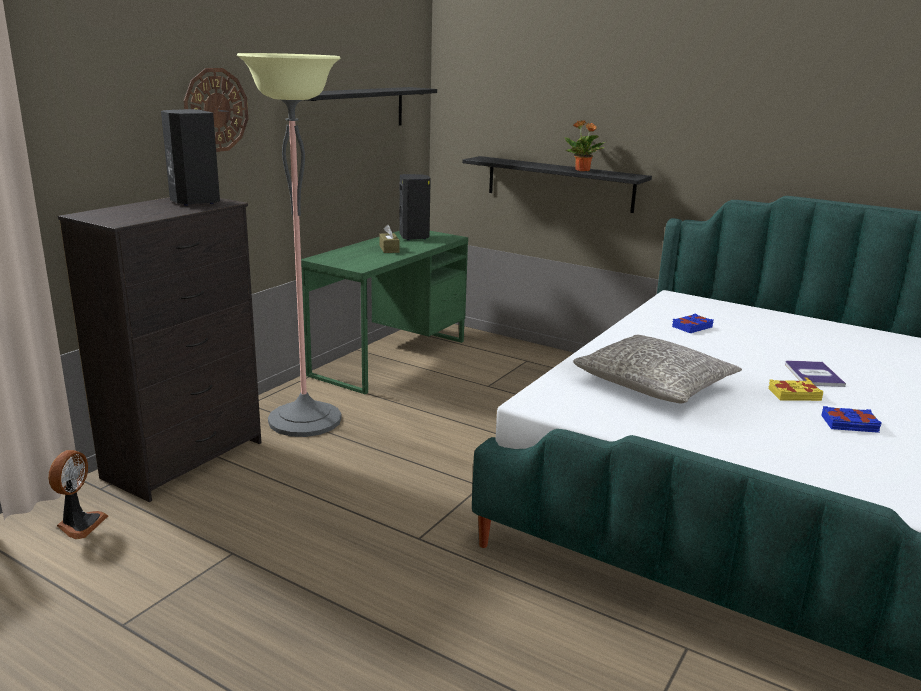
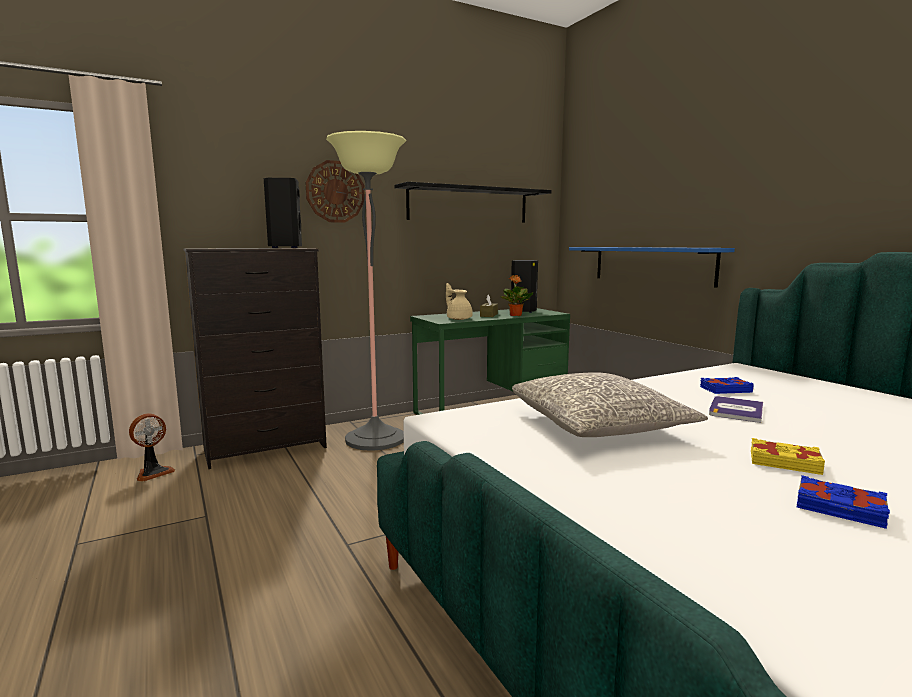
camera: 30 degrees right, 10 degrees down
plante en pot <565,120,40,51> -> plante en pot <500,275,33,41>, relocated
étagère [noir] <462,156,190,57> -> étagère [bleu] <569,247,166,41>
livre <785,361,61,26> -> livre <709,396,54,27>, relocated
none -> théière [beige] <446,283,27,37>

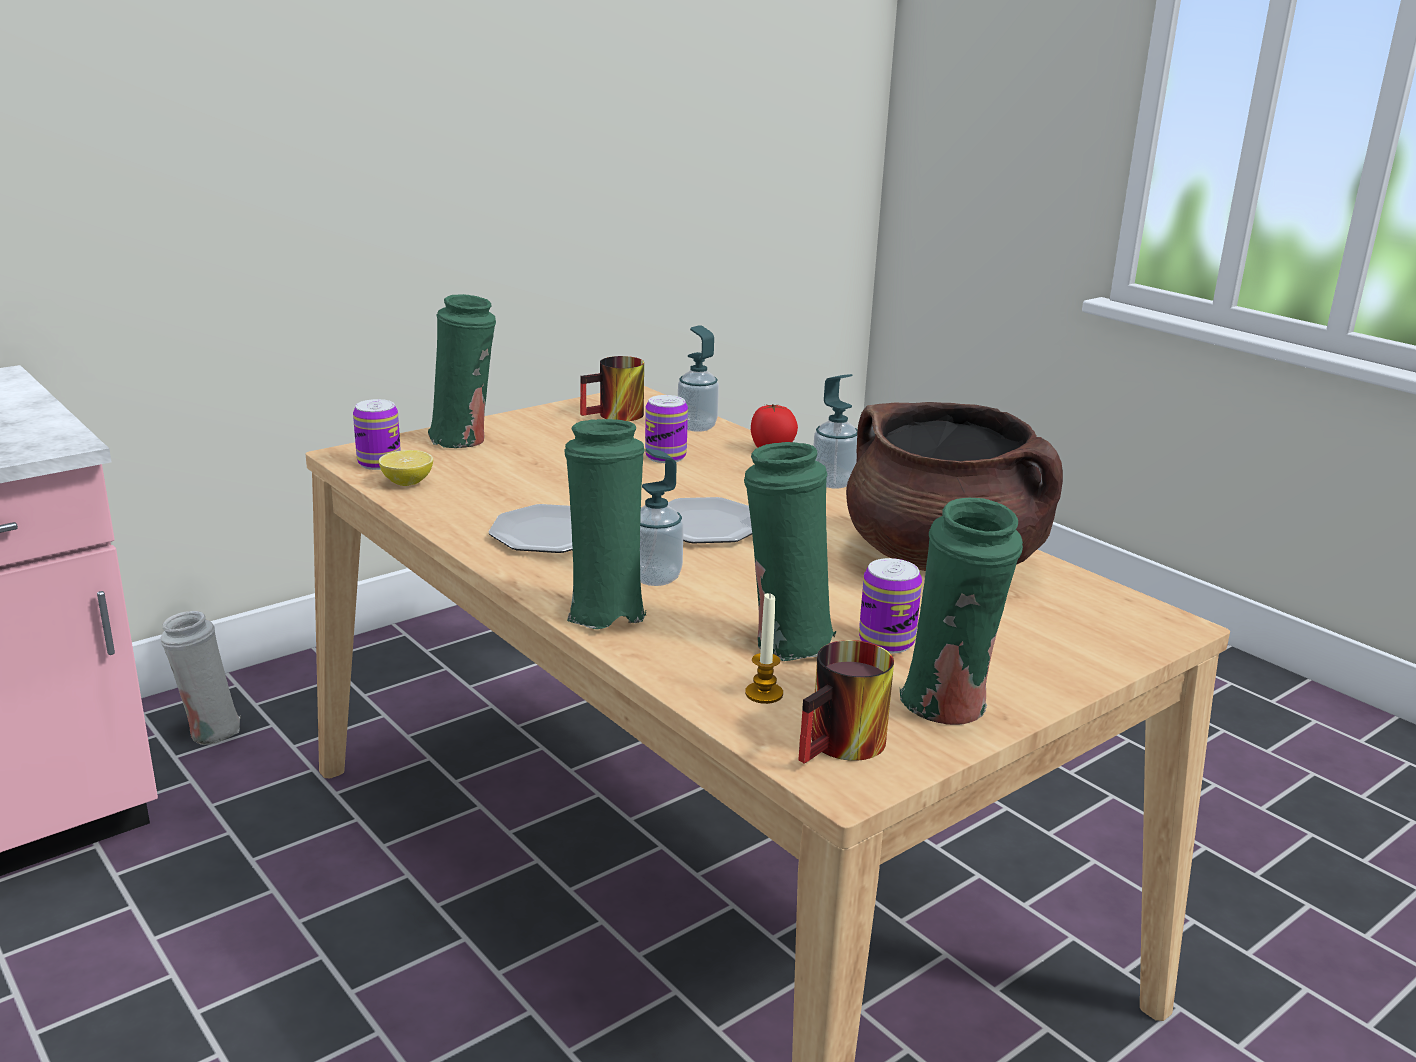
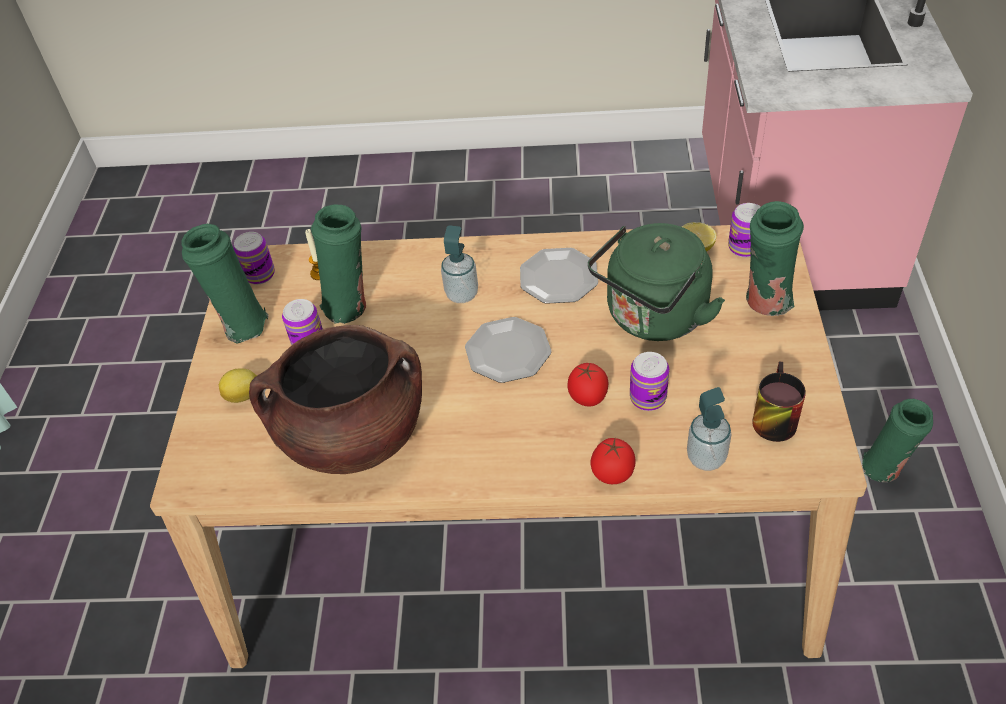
camera: 135 degrees right, 25 degrees up
distributeur de savon <813,374,44,114> -> none
vase [vert] <564,419,82,210> -> vase [vert] <862,399,71,83>, relocated
vase [blanc] <161,611,80,134> -> none
mug <798,640,96,123> -> boîte métallique <233,232,42,52>
none -> bouilloire [vert] <588,223,137,118>
none -> tomate <567,363,41,44>
none -> citron <219,368,38,35>

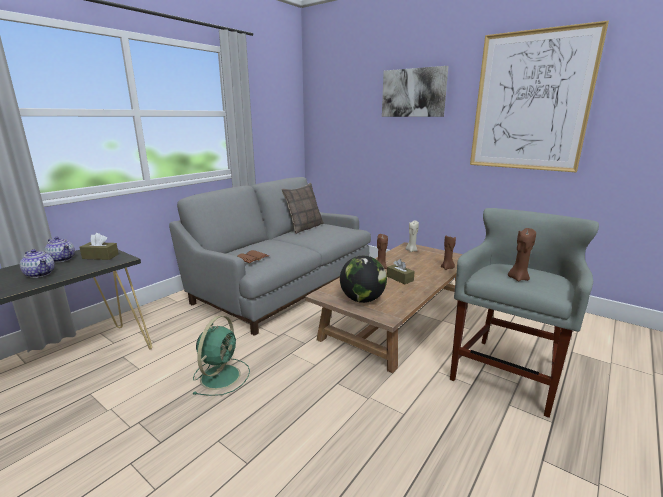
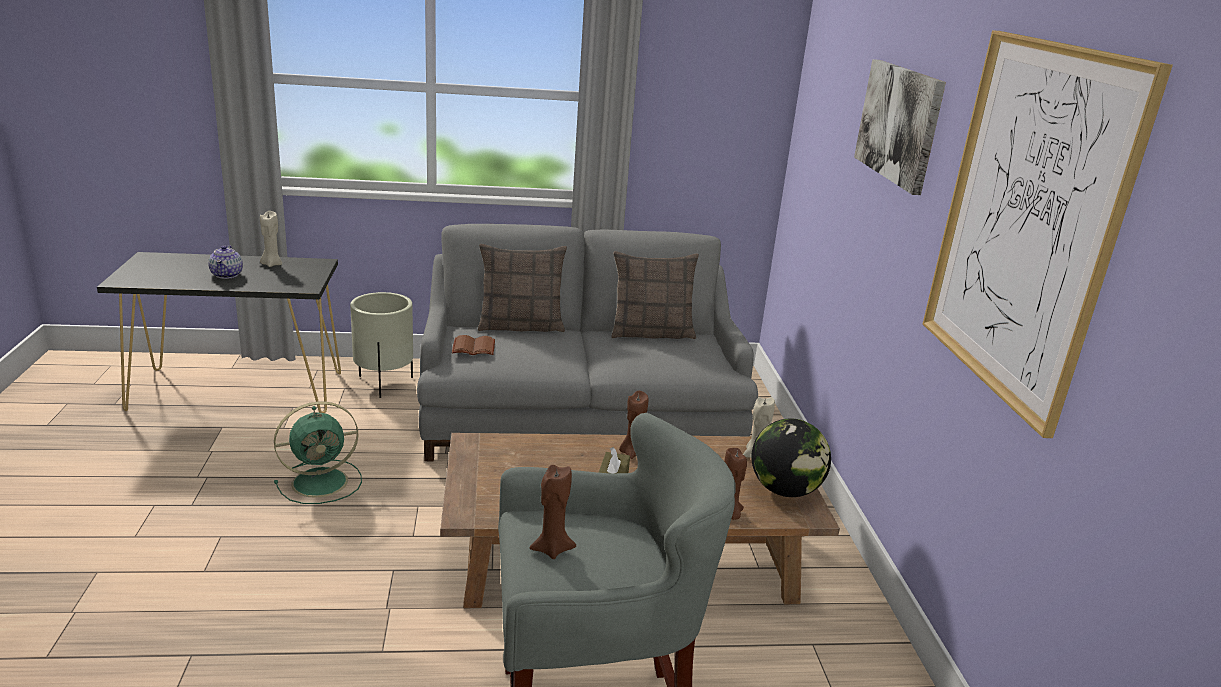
camera: 45 degrees right, 5 degrees up
boîte à mouchoirs [marron] <79,233,40,27> -> none
théière <44,237,31,25> -> bougie [beige] <260,211,22,56>
globe <340,256,47,47> -> globe <751,418,80,79>, relocated
none -> coussin <478,244,89,88>
none -> cache-pot [beige] <350,292,63,106>

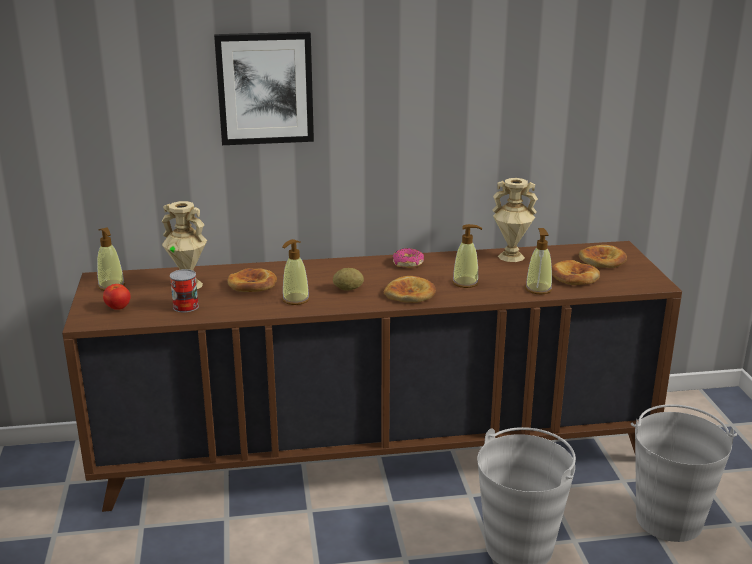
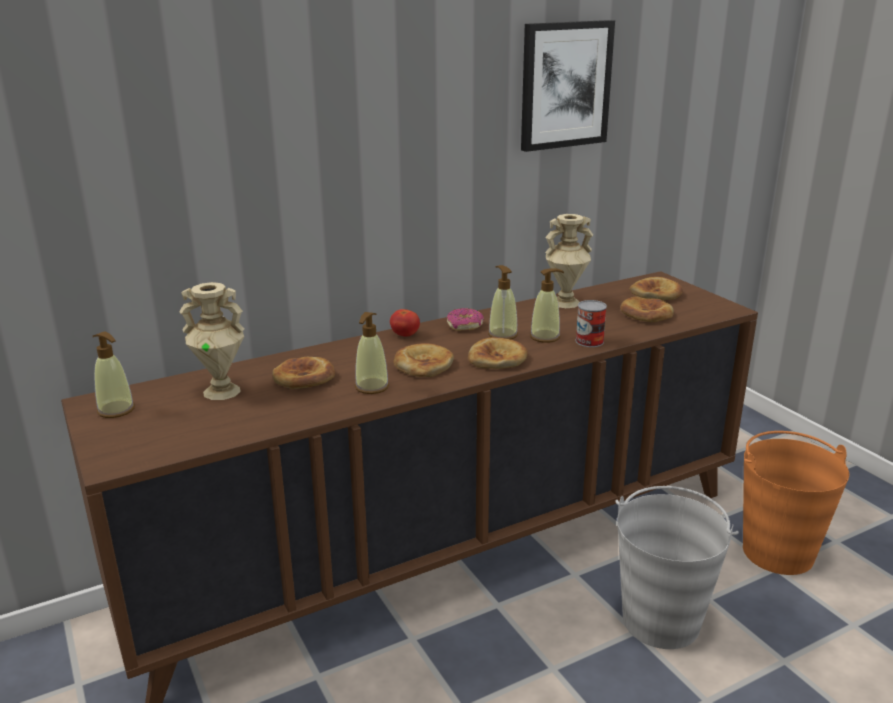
camera: 20 degrees left, 0 degrees up
tableau <214,32,100,113> -> tableau <521,20,94,132>, relocated
distributeur de savon <525,228,27,67> -> distributeur de savon <488,265,30,74>, relocated
pomme de terre <333,268,31,23> -> pain <393,343,61,34>
boîte métallique <170,269,29,43> -> boîte métallique <576,300,31,47>, relocated
tomate <103,284,27,26> -> tomate <390,309,30,28>, relocated
seau [gris] <631,404,106,138> -> seau [orange] <743,431,106,144>

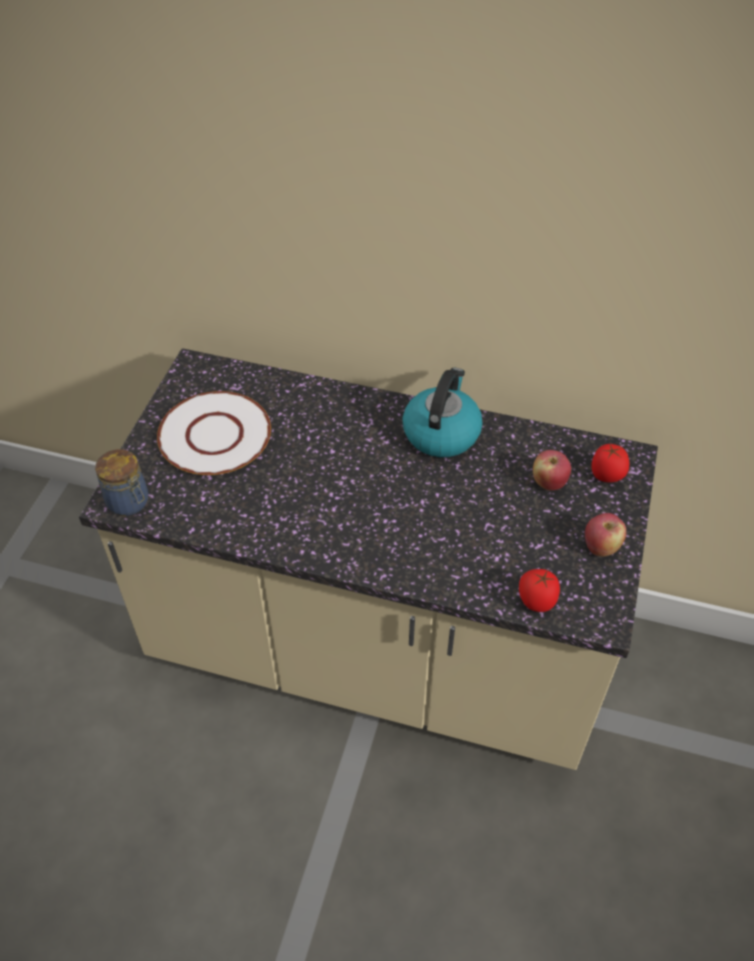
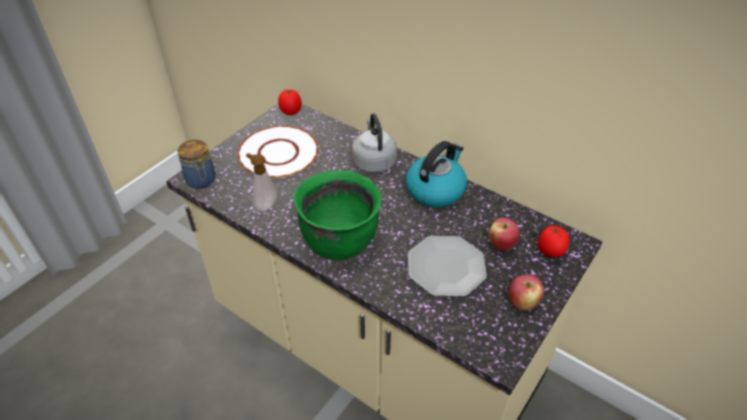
camera: 20 degrees right, 5 degrees down
tomate <519,569,41,43> -> tomate <278,90,24,25>, relocated
none -> bouilloire [gris] <352,113,45,60>
none -> distributeur de savon <246,153,31,58>
none -> marmite [vert] <293,171,88,89>
none -> assiette <408,236,79,61>

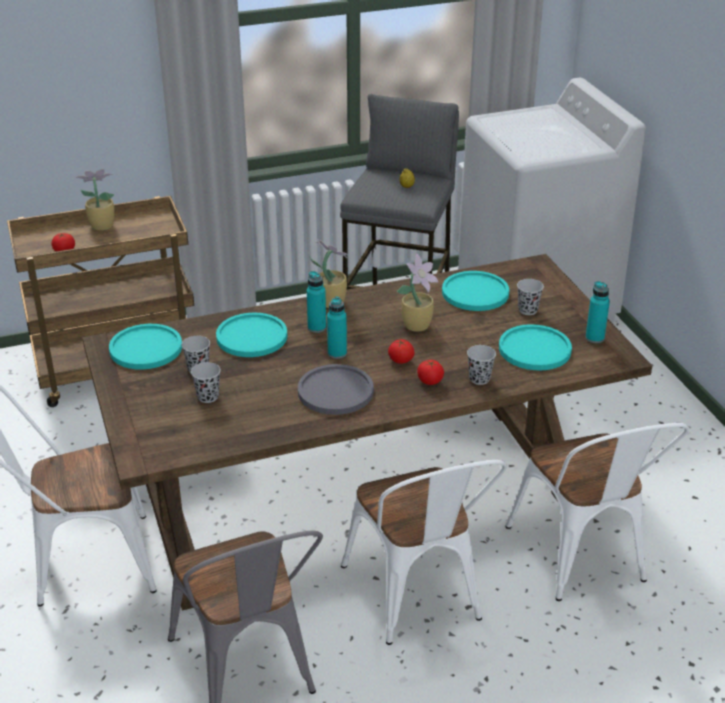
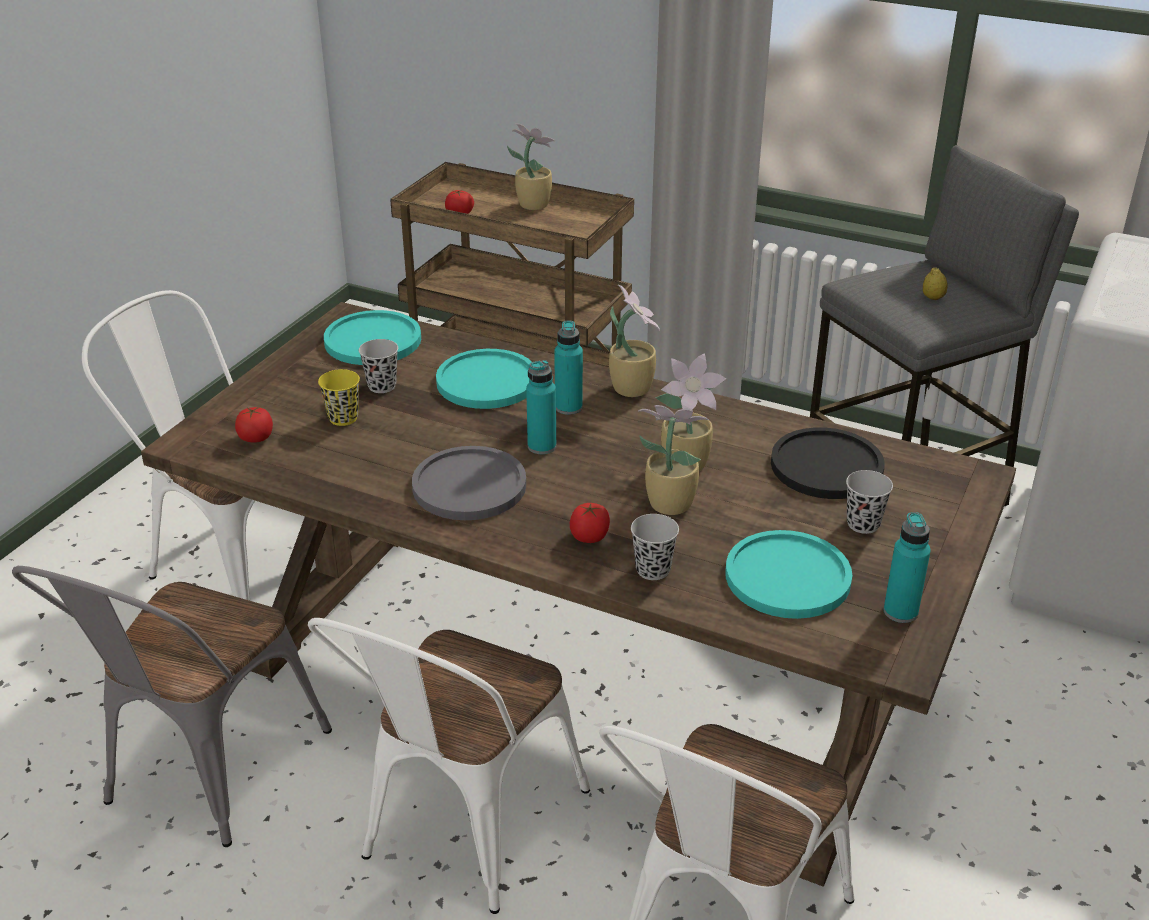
camera: 45 degrees right, 0 degrees up
assiette [turquoise] <442,271,67,40> -> assiette [noir] <771,427,114,72>
tomate <388,339,27,25> -> tomate <235,407,38,36>, relocated
tasse [noir] <191,362,30,41> -> tasse [jaune] <318,369,42,57>
none -> plante en pot <638,405,71,110>

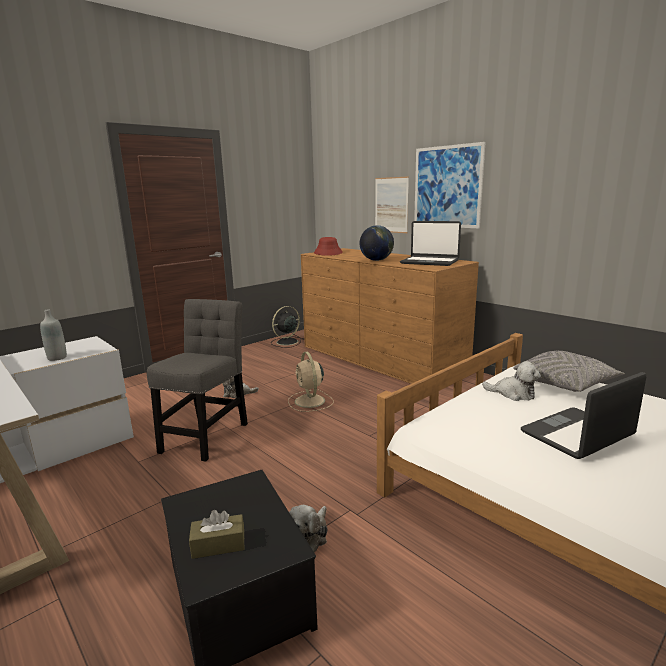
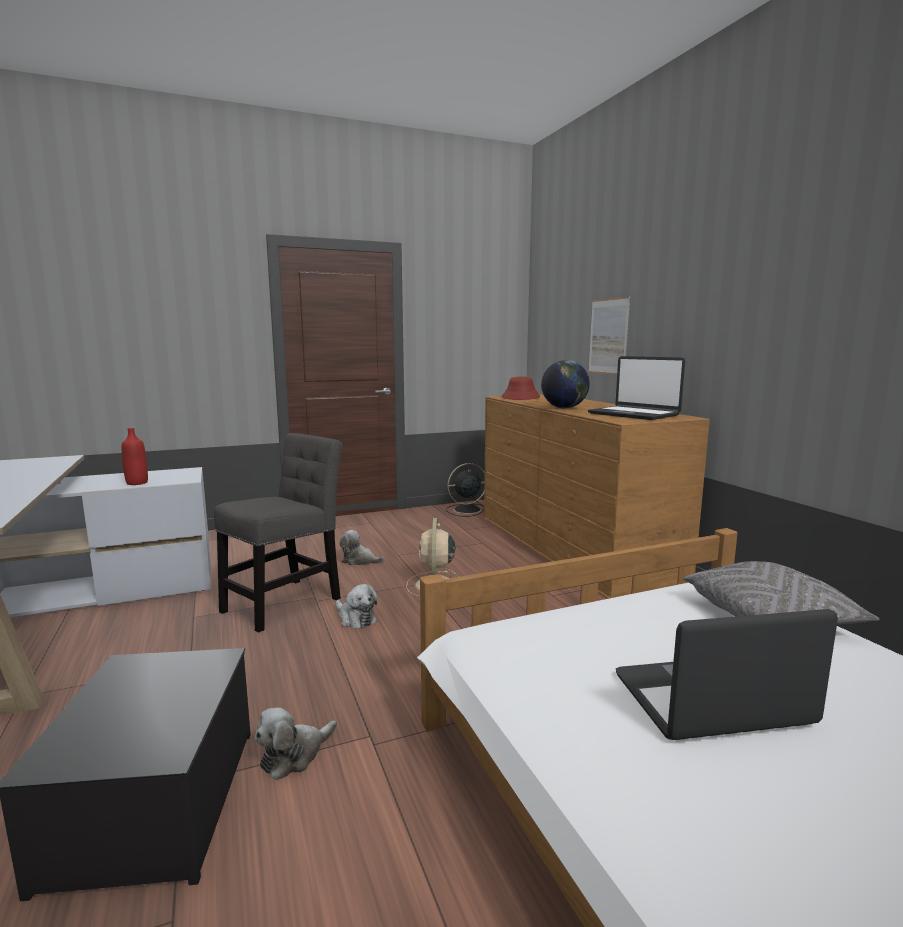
camera: 20 degrees right, 5 degrees down
tableau <414,142,71,87> -> none
bouteille [gris] <40,309,27,52> -> bouteille [rouge] <122,428,26,57>
peluche <482,361,59,40> -> peluche <336,584,42,45>, relocated
boîte à mouchoirs [marron] <189,510,56,49> -> none

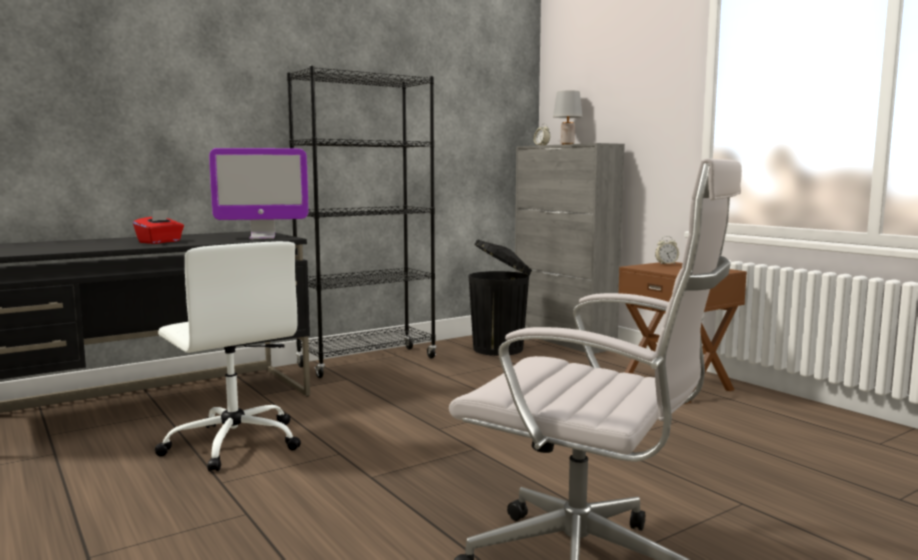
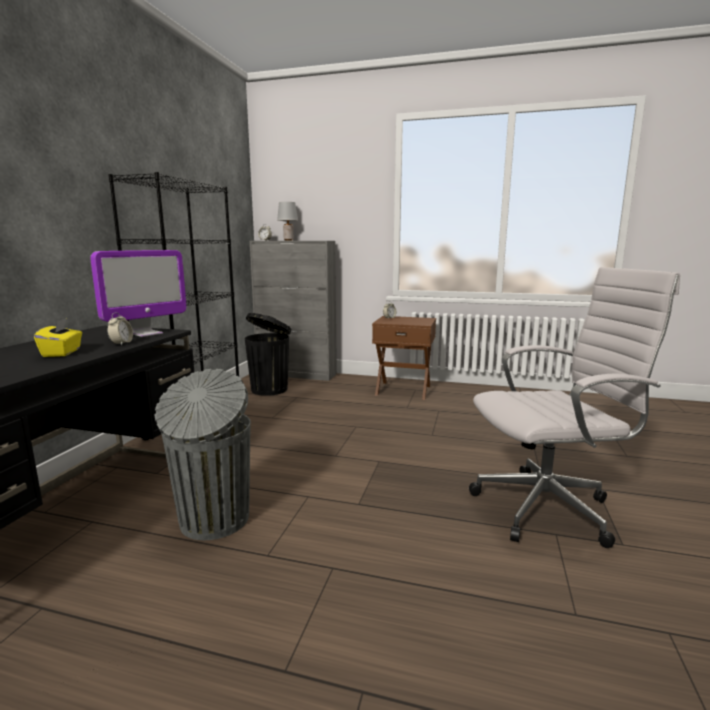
camera: 40 degrees left, 5 degrees up
boîte à mouchoirs [rouge] <133,210,51,34> -> boîte à mouchoirs [jaune] <34,318,48,39>
chaise de bureau [blanc] <155,241,146,231> -> poubelle [gris] <154,369,97,171>
none -> réveil <107,312,26,34>

